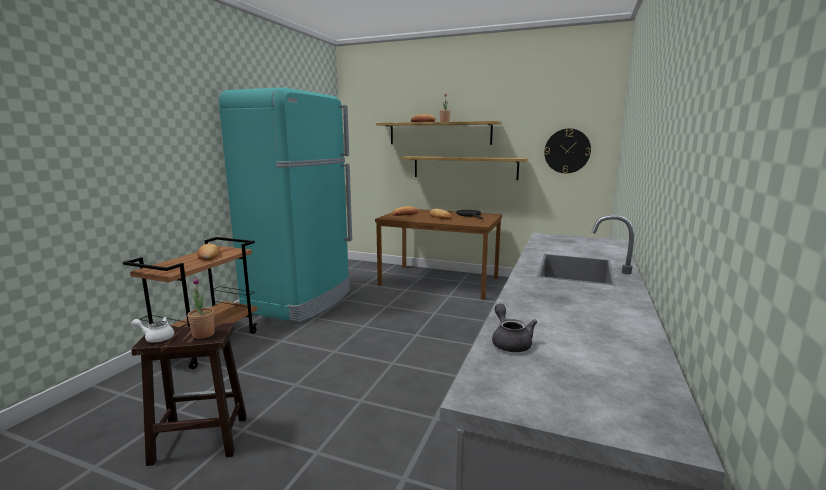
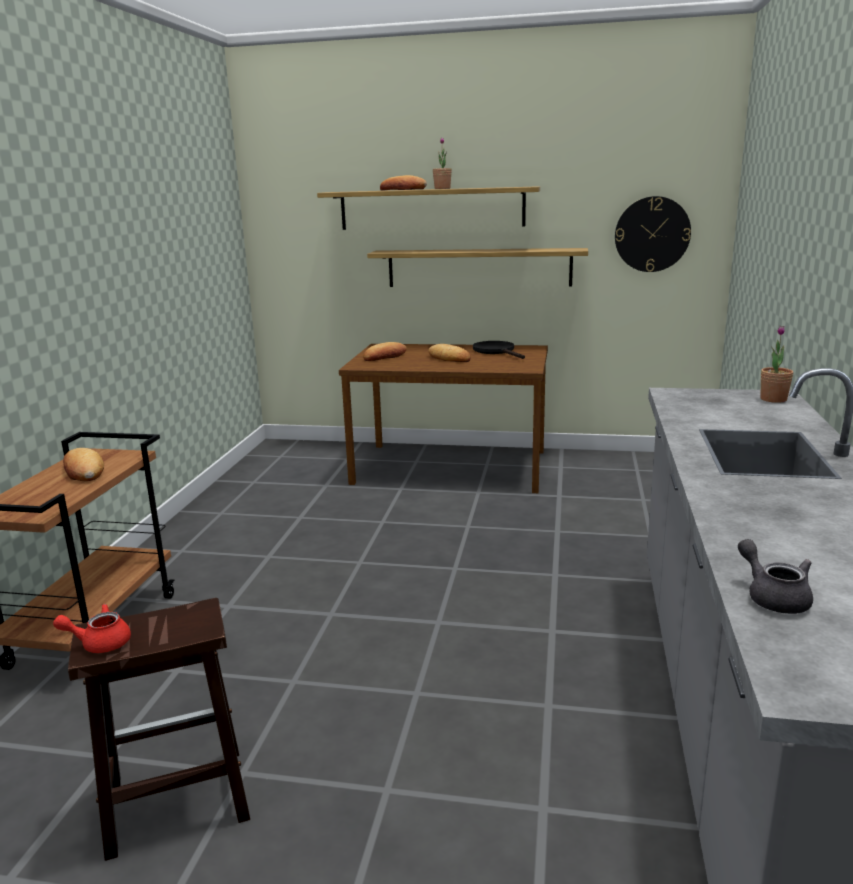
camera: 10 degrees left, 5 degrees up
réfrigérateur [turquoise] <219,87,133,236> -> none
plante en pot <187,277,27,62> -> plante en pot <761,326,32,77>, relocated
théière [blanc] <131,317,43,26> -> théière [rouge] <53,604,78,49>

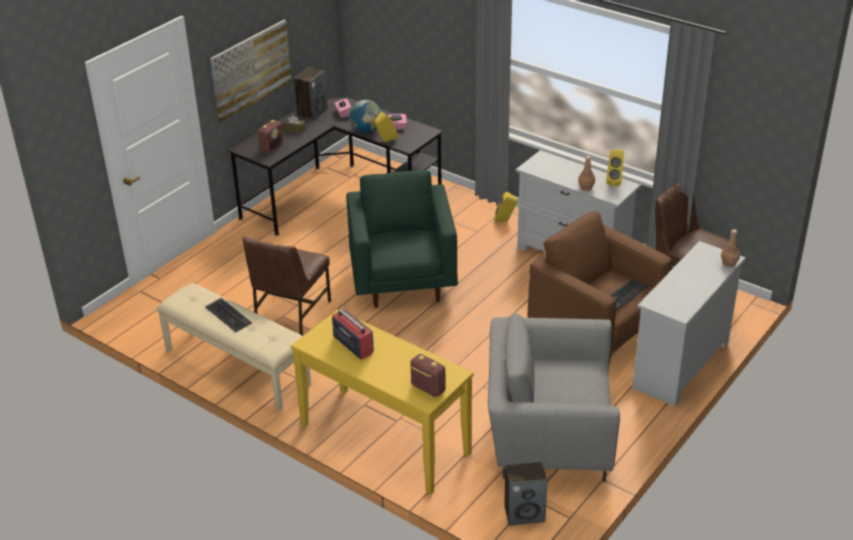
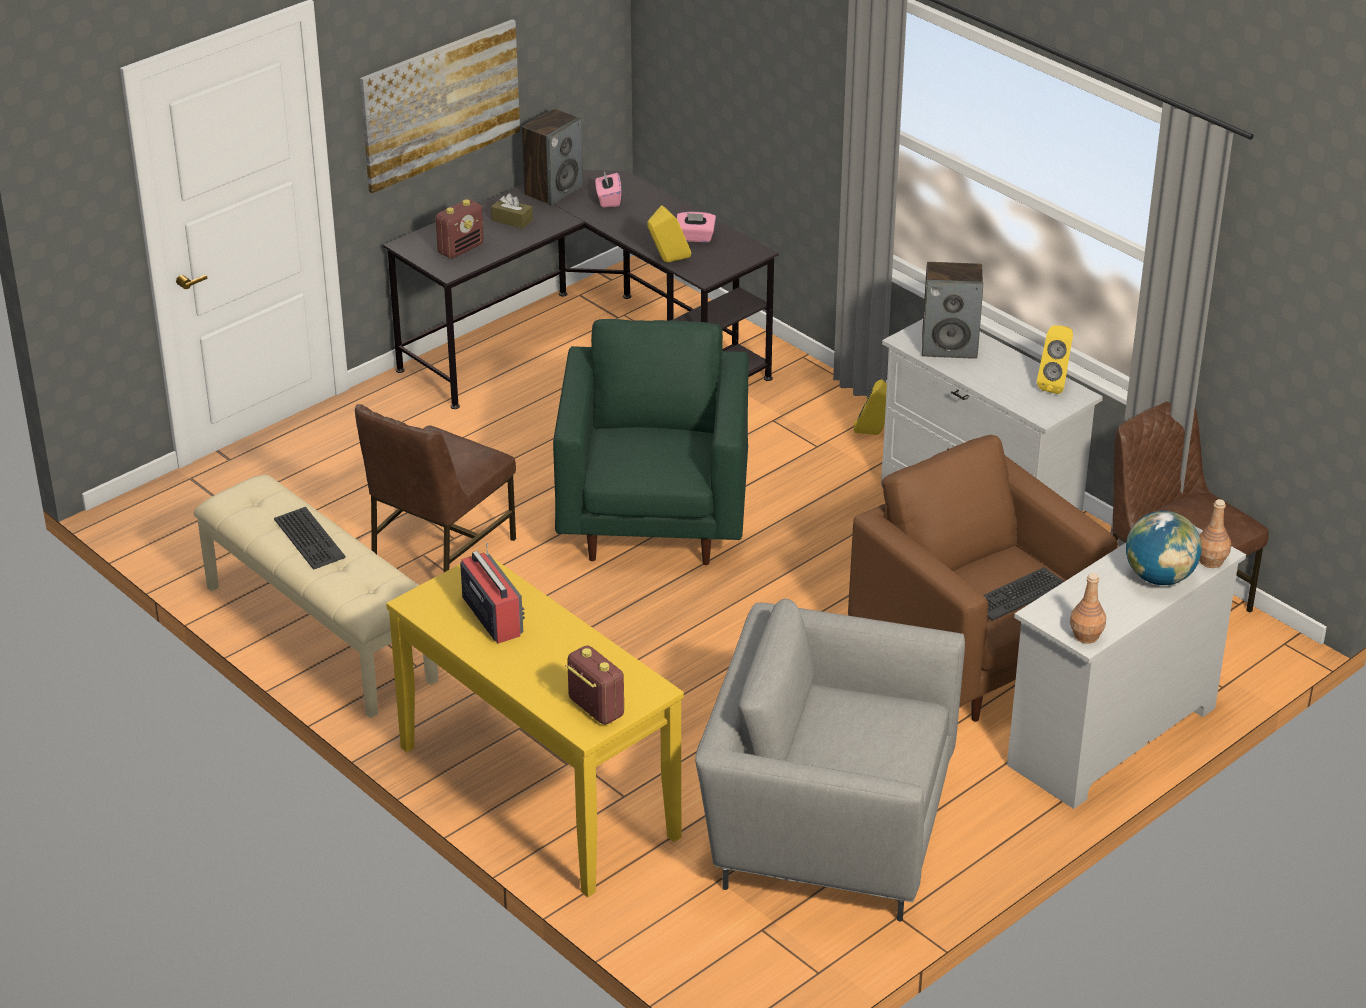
camera: 10 degrees right, 0 degrees up
globe <349,100,32,33> -> globe <1126,511,76,74>, relocated
bouteille [marron] <578,156,17,35> -> bouteille [marron] <1070,573,36,71>, relocated
enceinte <504,462,44,64> -> enceinte <922,262,61,97>, relocated

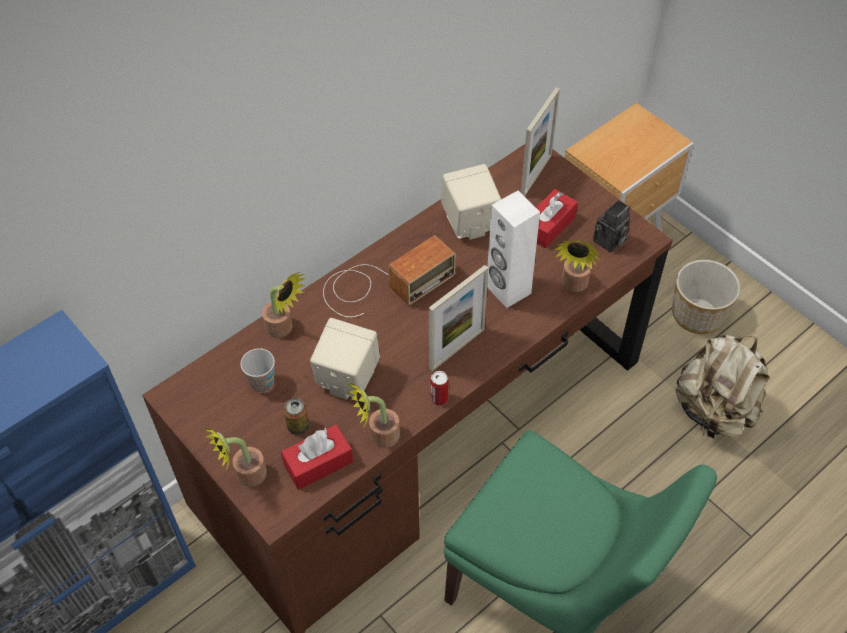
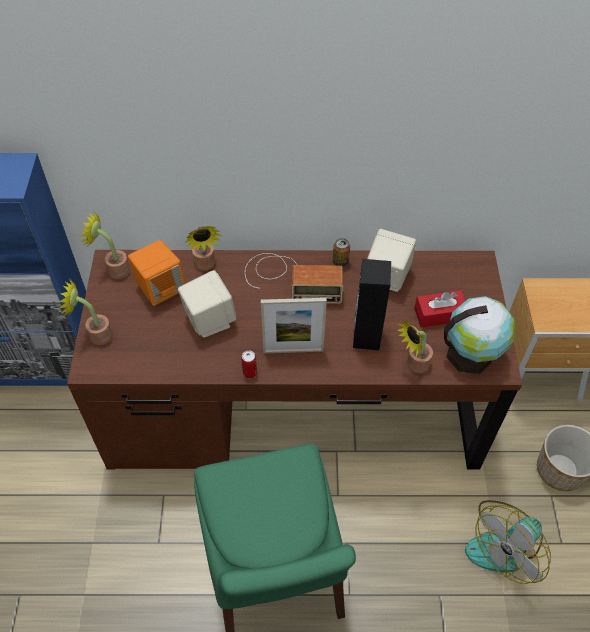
camera: 40 degrees right, 0 degrees up
cadre photo <521,87,39,109> -> none
enceinte [blanc] <487,191,53,117> -> enceinte [noir] <353,259,38,91>
appareil photo <593,200,37,52> -> globe <444,296,71,78>
sac à dos [beige] <675,335,94,103> -> ventilateur <465,500,86,84>
tasse <240,348,35,45> -> enceinte [orange] <128,240,57,66>
plante en pot <347,382,53,66> -> plante en pot <81,211,49,68>, relocated
boîte métallique <283,398,26,37> -> boîte métallique <333,238,17,29>, relocated
boîte à mouchoirs [rouge] <281,424,72,66> -> none

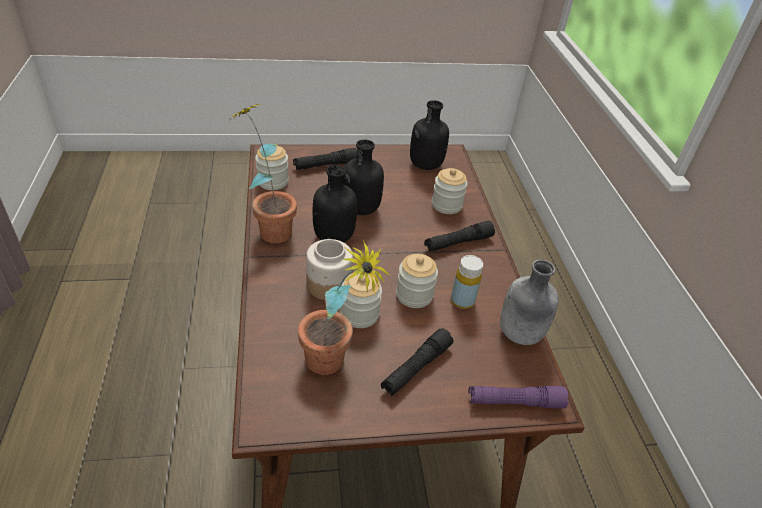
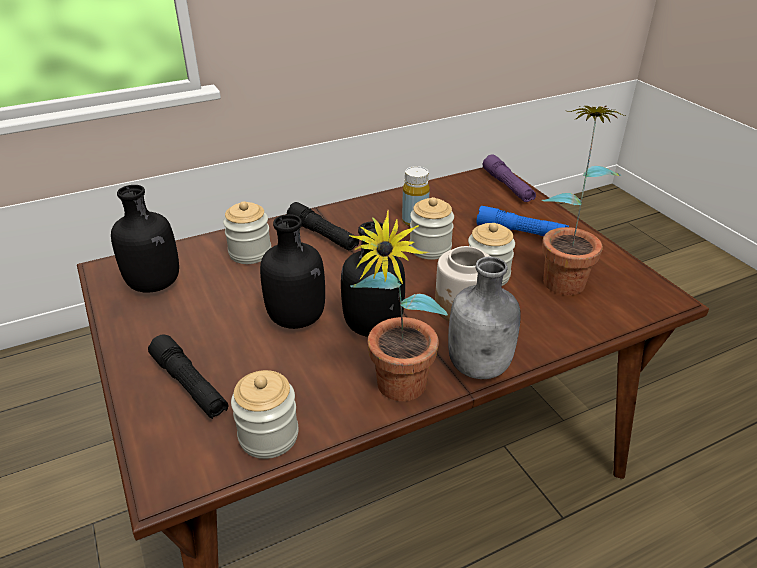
camera: 105 degrees left, 5 degrees down
bouteille [gris] <500,259,59,86> -> bouteille [gris] <448,257,73,122>, relocated
lampe de poche [noir] <381,328,72,68> -> lampe de poche [bleu] <476,206,93,30>

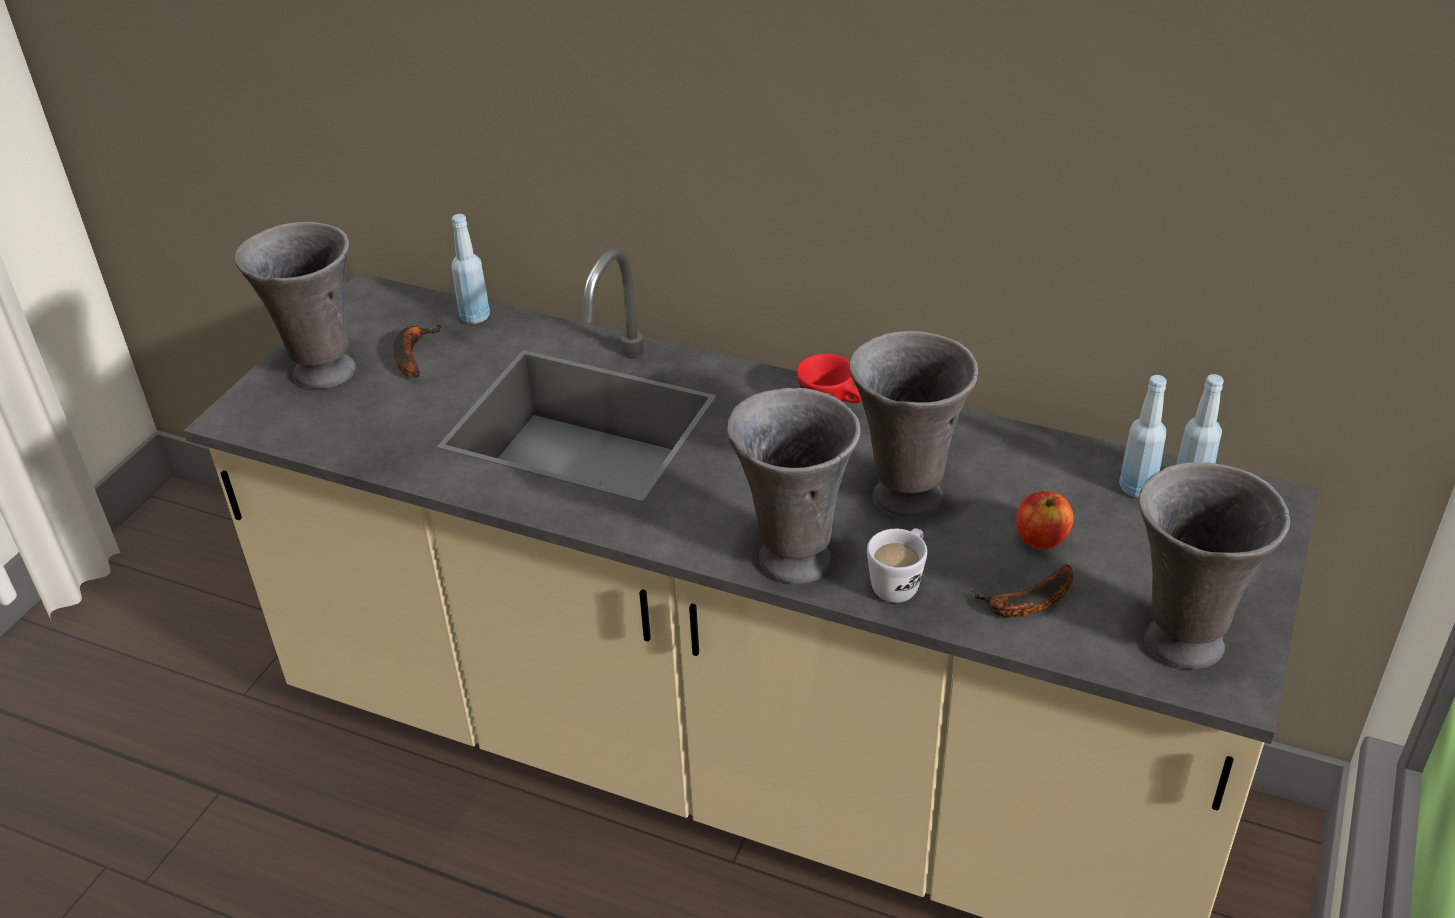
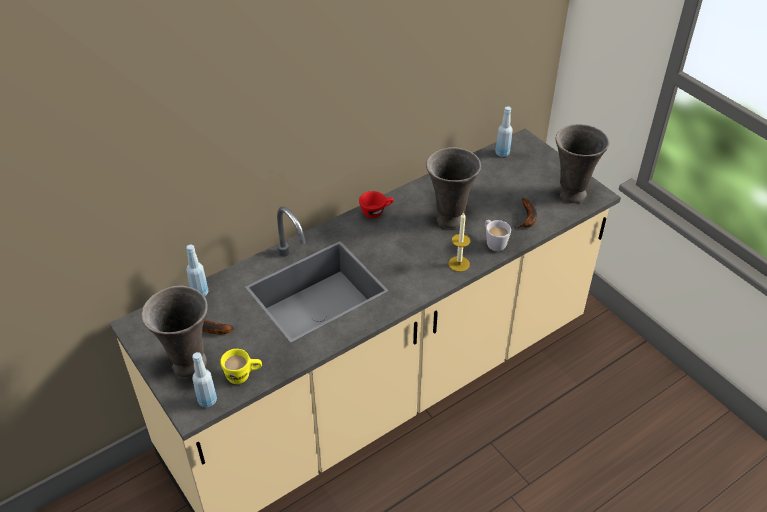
camera: 60 degrees left, 5 degrees up
bouteille [bleu] <1119,375,48,122> -> bouteille [bleu] <192,352,25,55>, relocated
vase [gris] <727,388,134,196> -> bougie <448,212,22,60>
pomme <1016,491,57,58> -> none
none -> mug [jaune] <220,349,42,35>

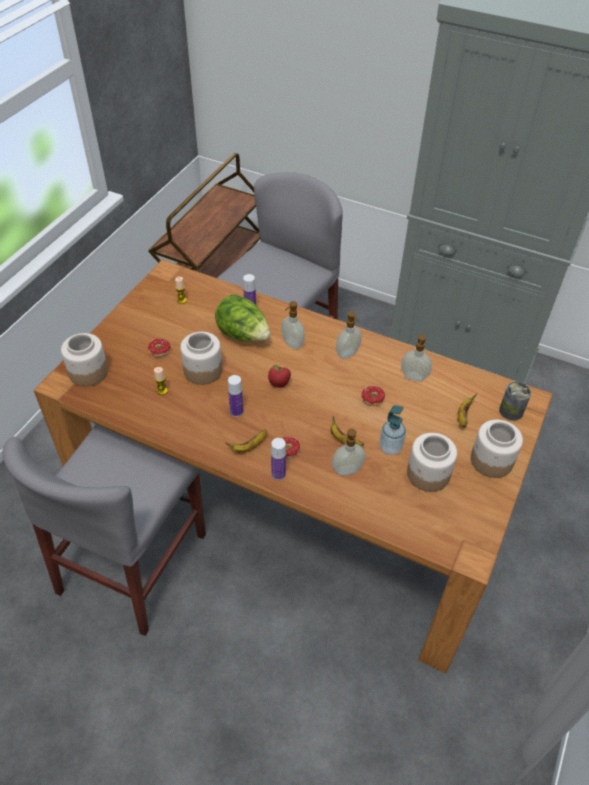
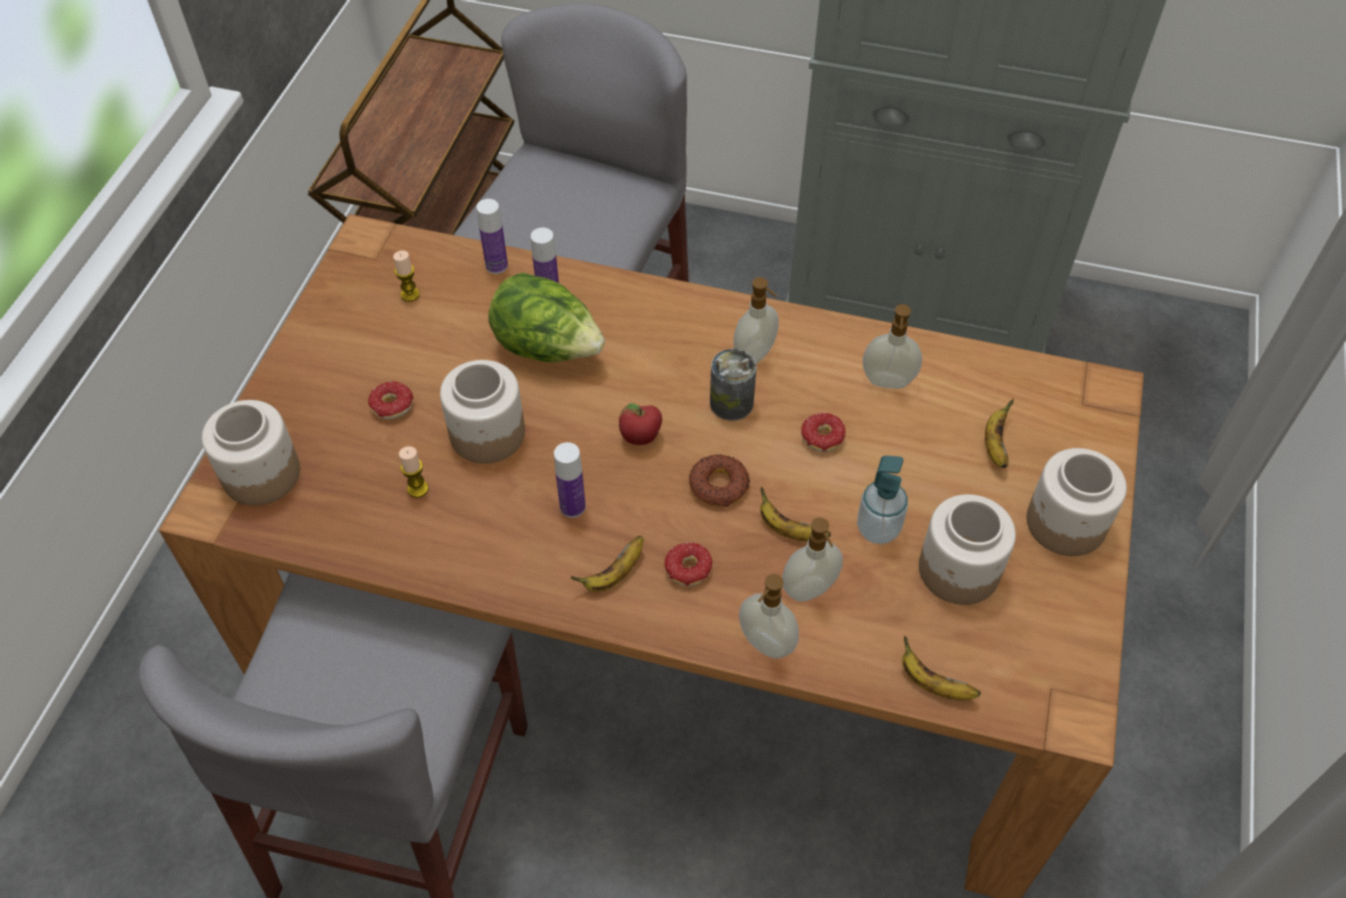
camera: 10 degrees left, 5 degrees up
distributeur de savon <281,301,24,48> -> distributeur de savon <739,574,60,85>, relocated
boîte métallique <499,382,32,39> -> boîte métallique <710,349,46,72>, relocated
bouteille <271,438,15,42> -> bouteille <476,199,32,75>, relocated
none -> beignet <689,454,61,53>
none -> banane <902,636,78,64>

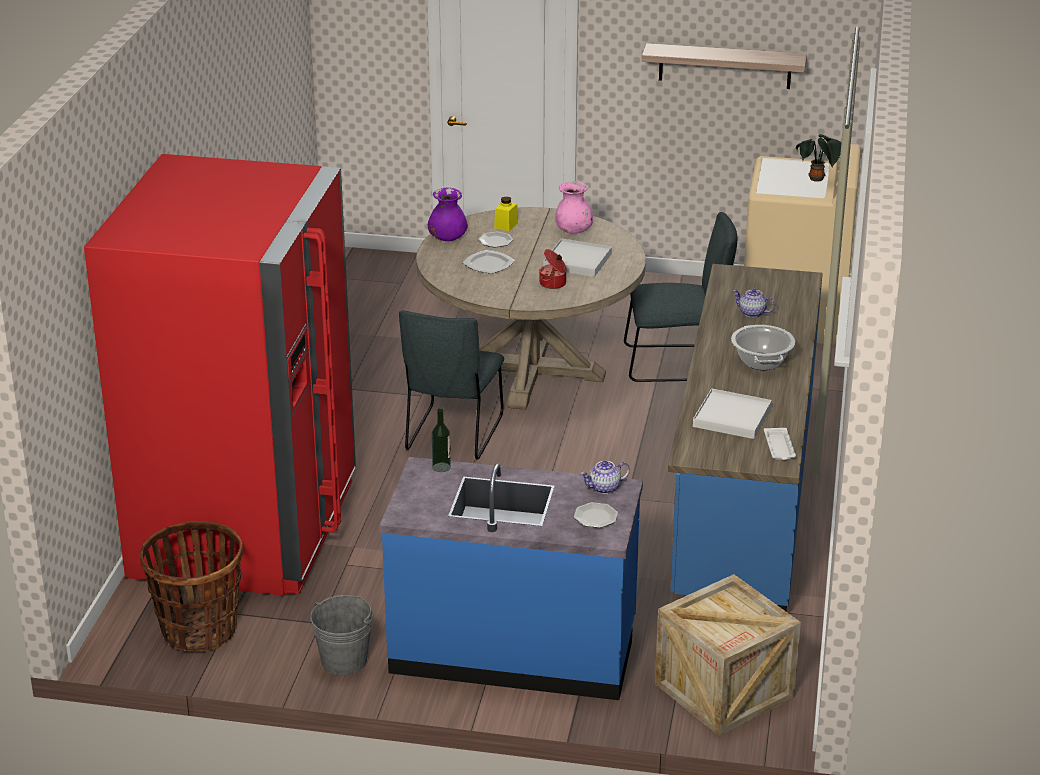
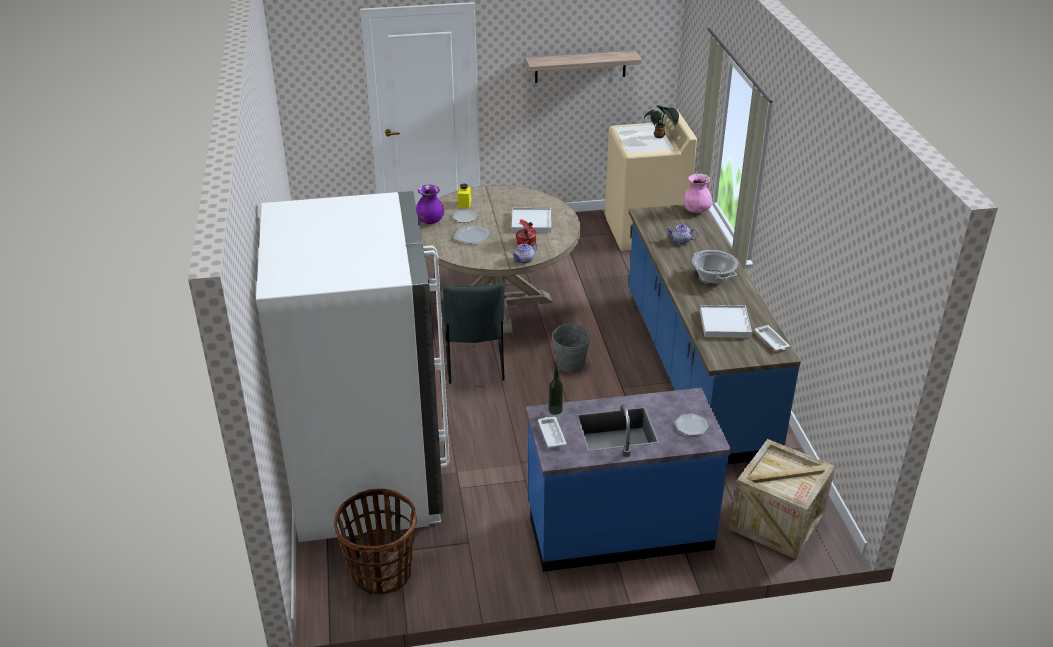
camera: 20 degrees left, 5 degrees up
réfrigérateur [rouge] <84,154,272,442> -> réfrigérateur [blanc] <256,191,193,351>
vase [rose] <555,181,38,53> -> vase [rose] <684,174,28,39>, relocated
chaise [gris] <624,212,113,170> -> none
théière <580,461,50,33> -> théière <512,242,25,22>, relocated
seau [gris] <310,595,63,80> -> seau [gris] <552,323,39,50>, relocated
none -> plateau [blanc] <538,417,29,31>

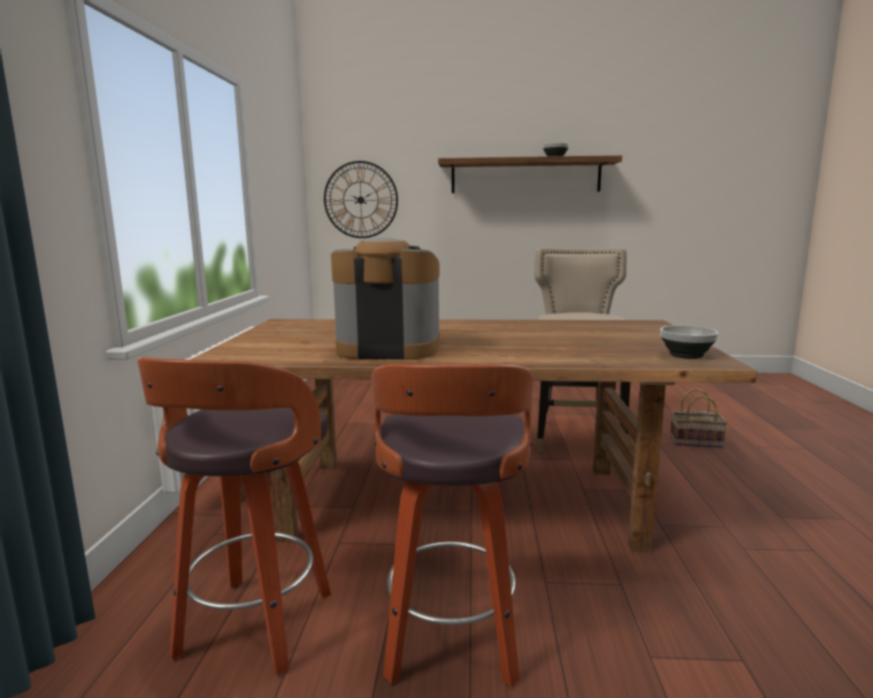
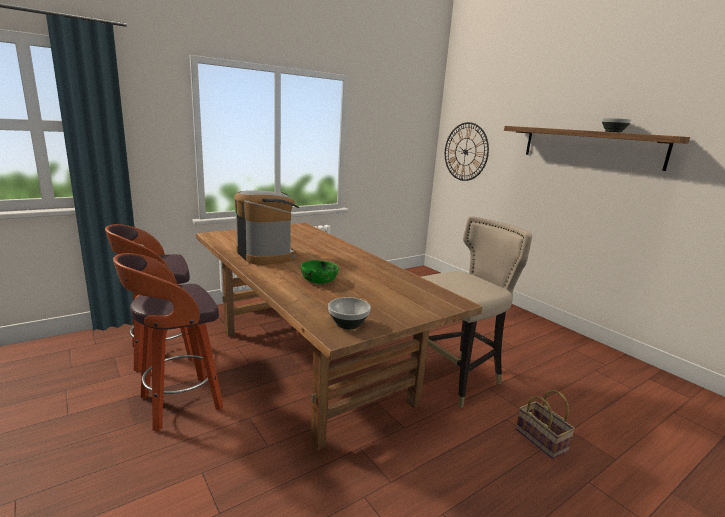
camera: 50 degrees right, 5 degrees up
none -> bol [vert] <301,260,37,24>

